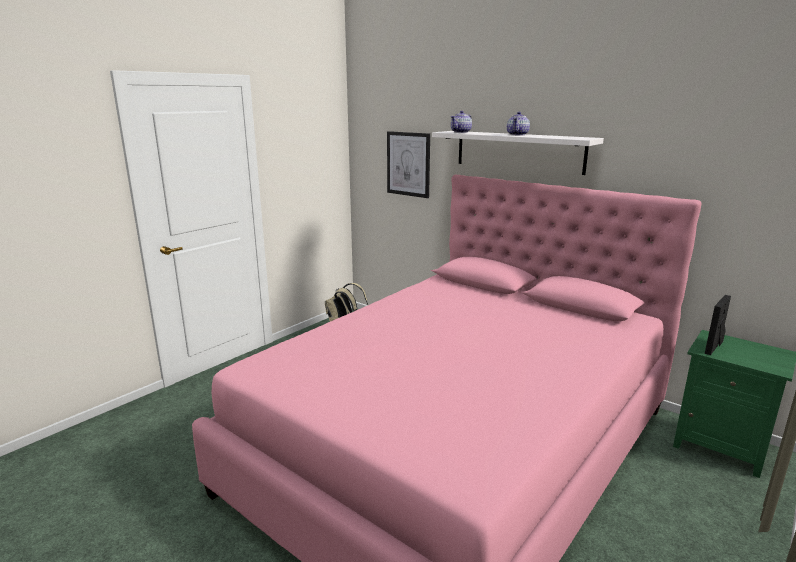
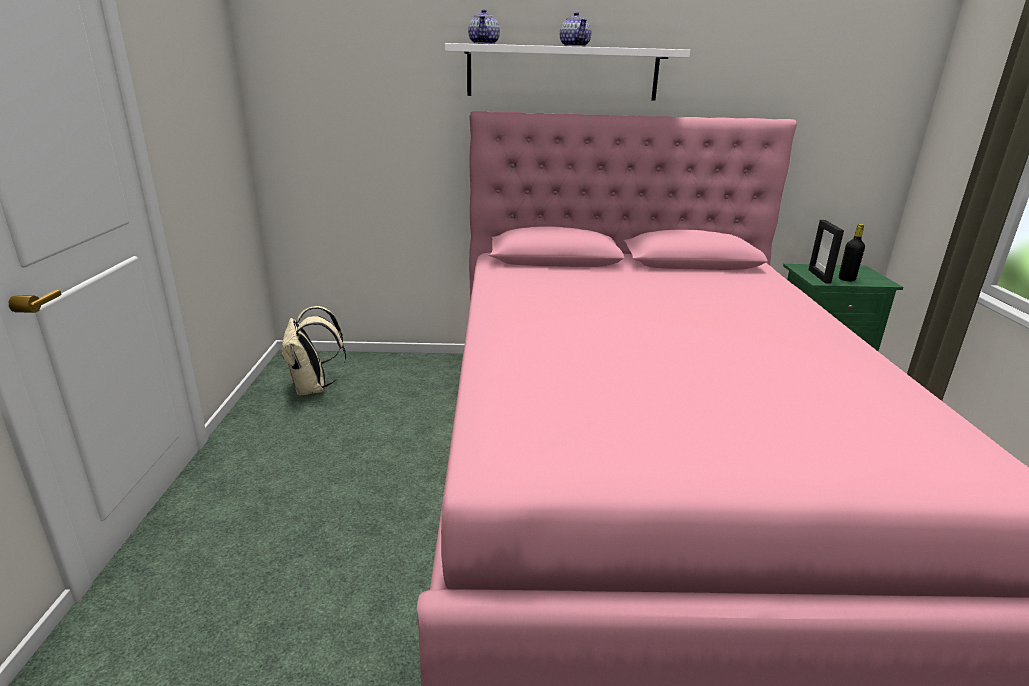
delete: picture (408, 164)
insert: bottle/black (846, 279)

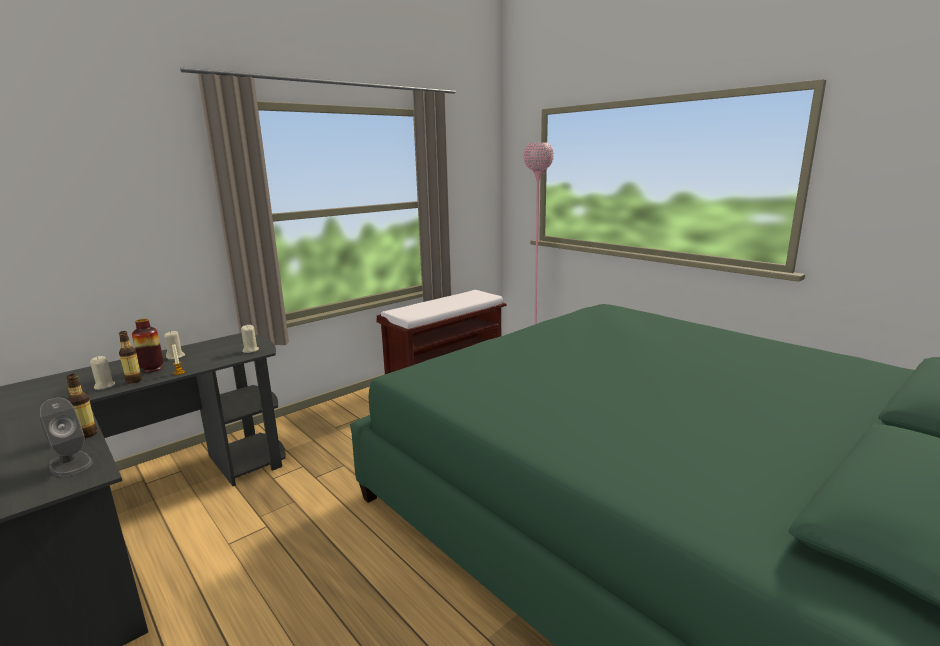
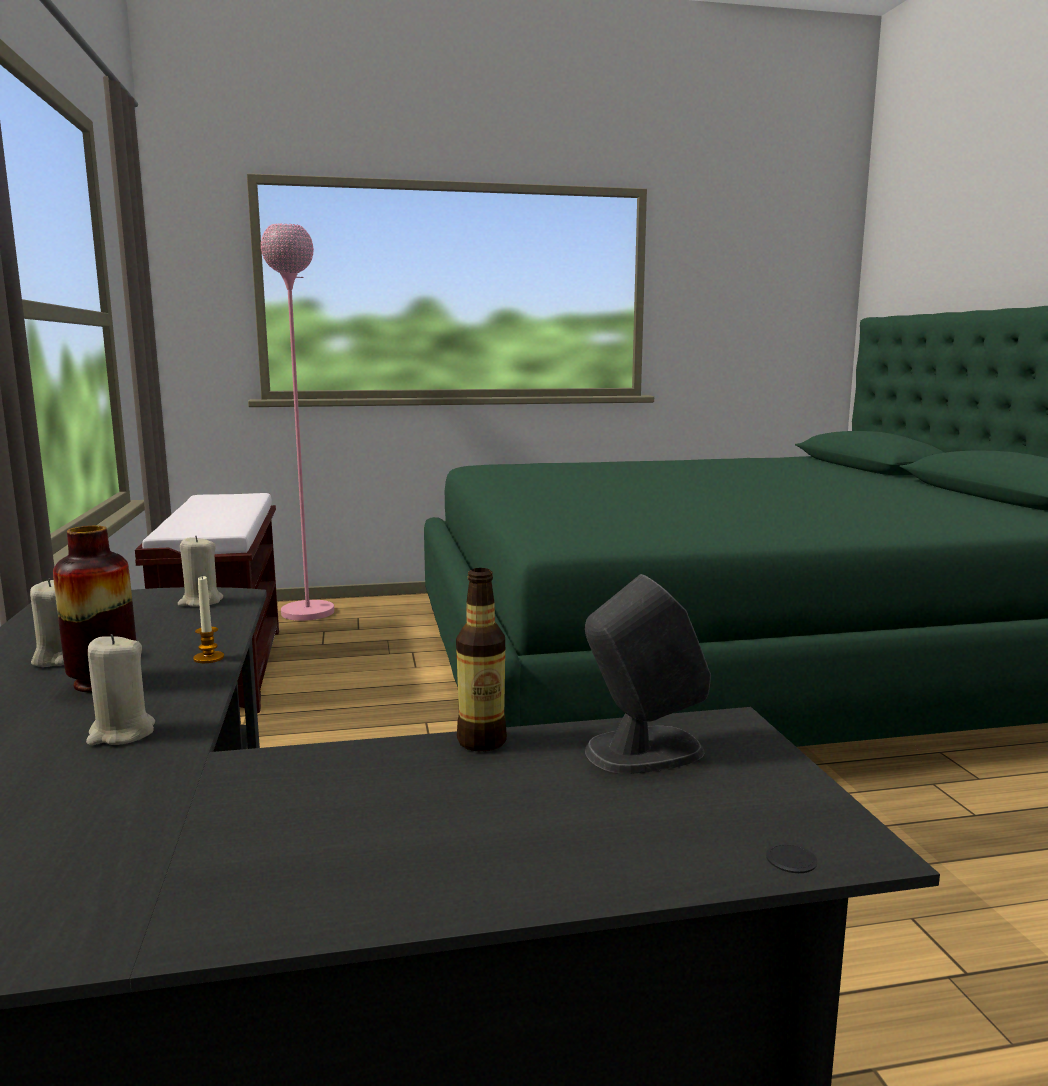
delete: bottle (134, 380)

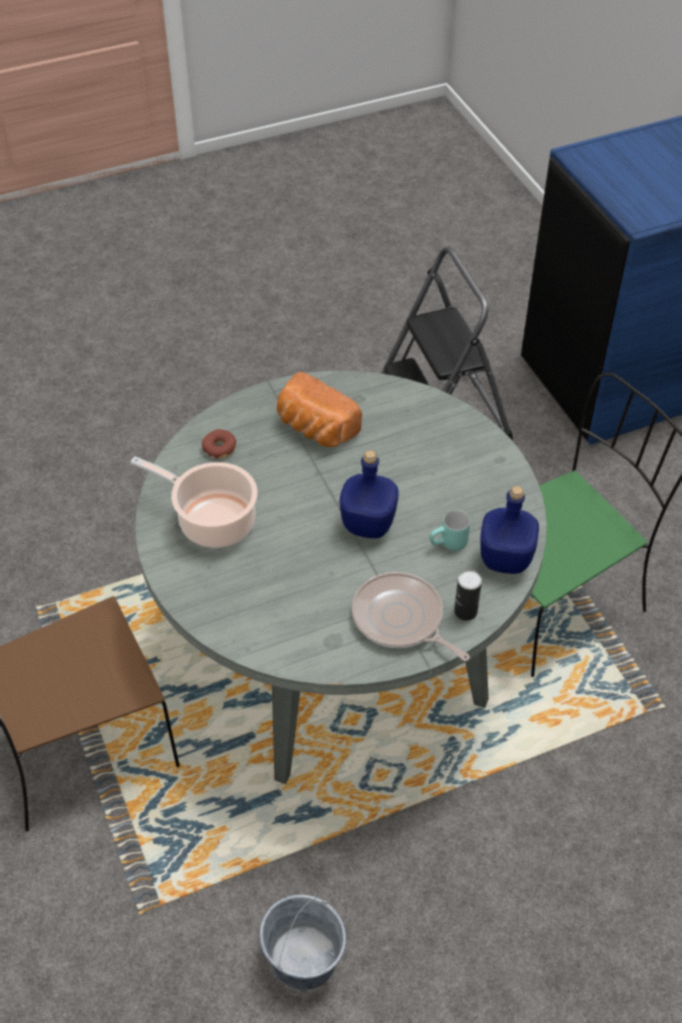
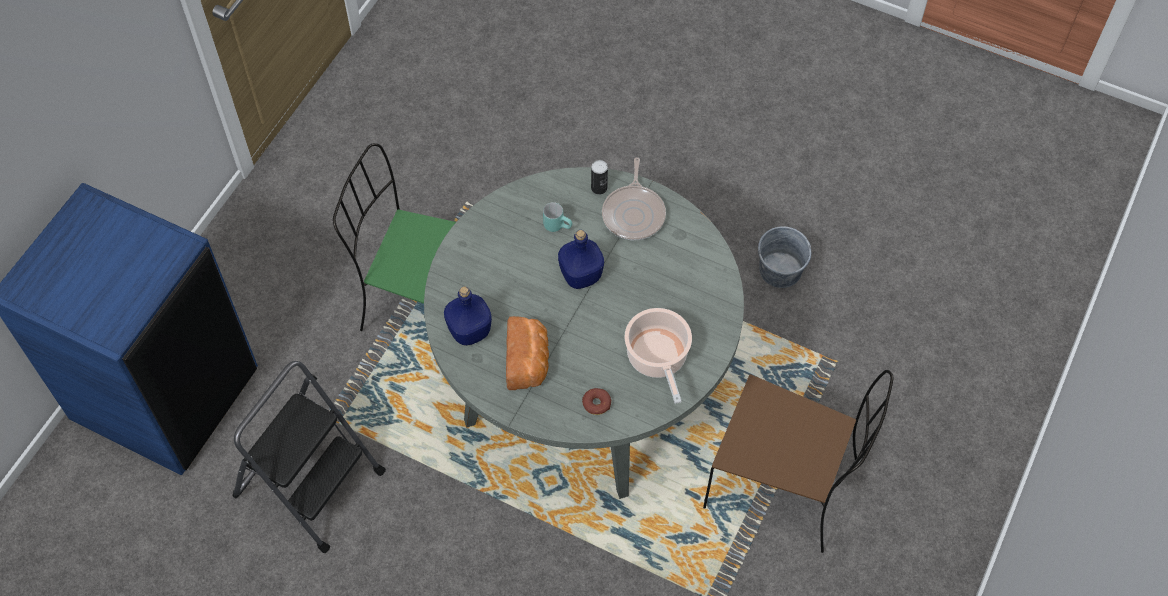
move: bottle/blue (505, 560) to (470, 330)

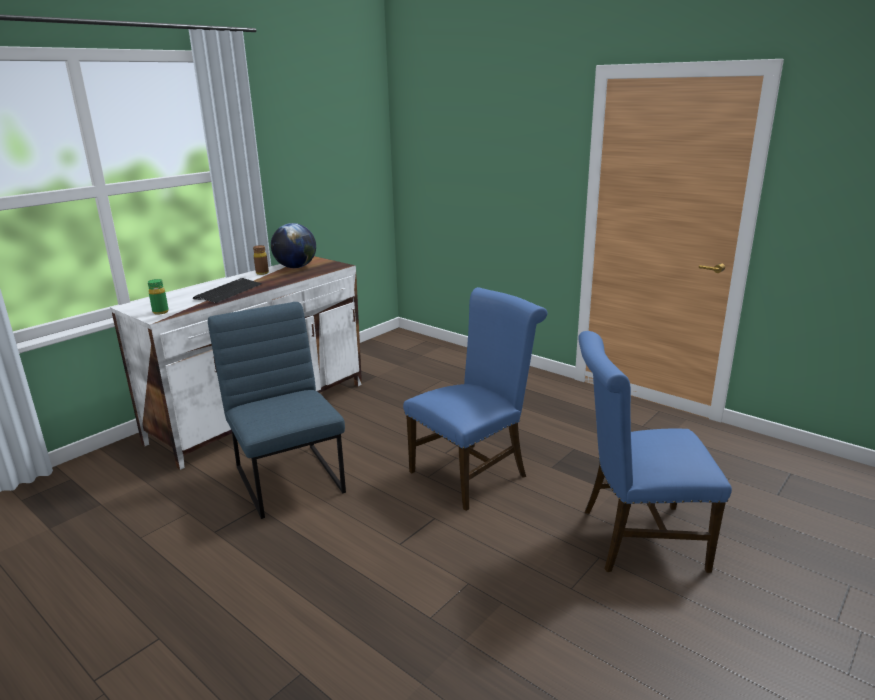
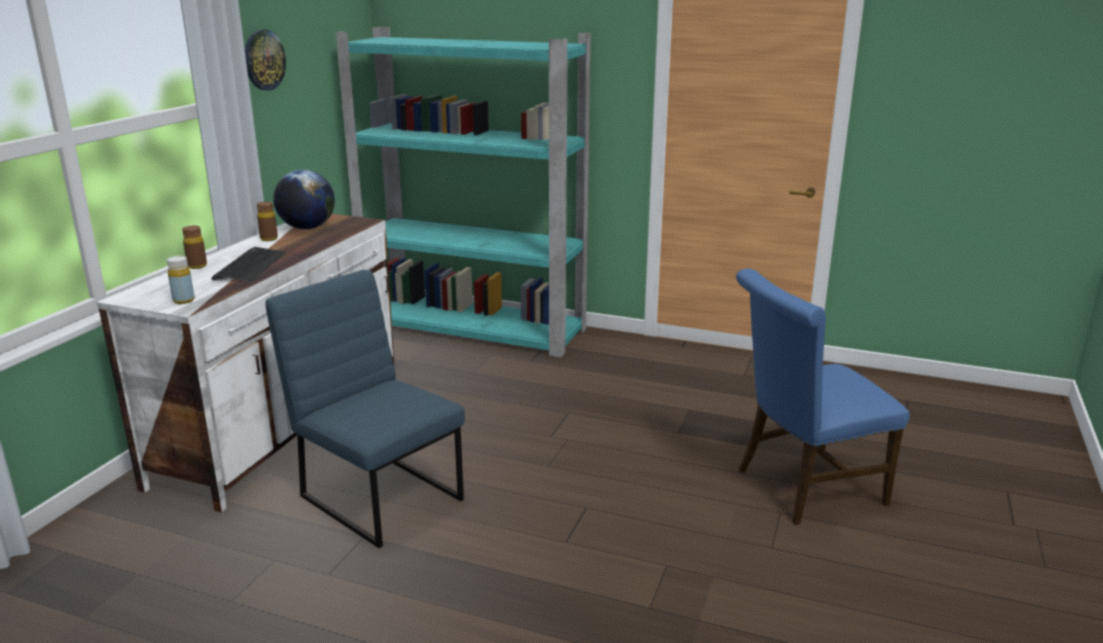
delete: chair/blue (473, 471)
insert: bottle/brown (197, 266); wall clock (263, 60); bookcase/turquoise (473, 327)
recolor: bottle/green (160, 312) to bottle/yellow (183, 300)

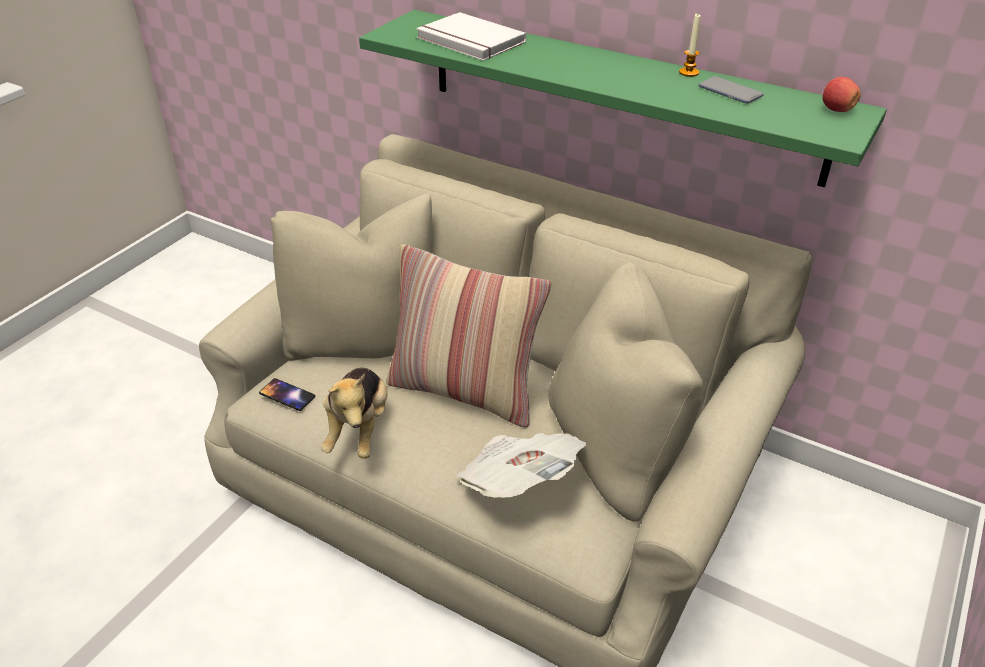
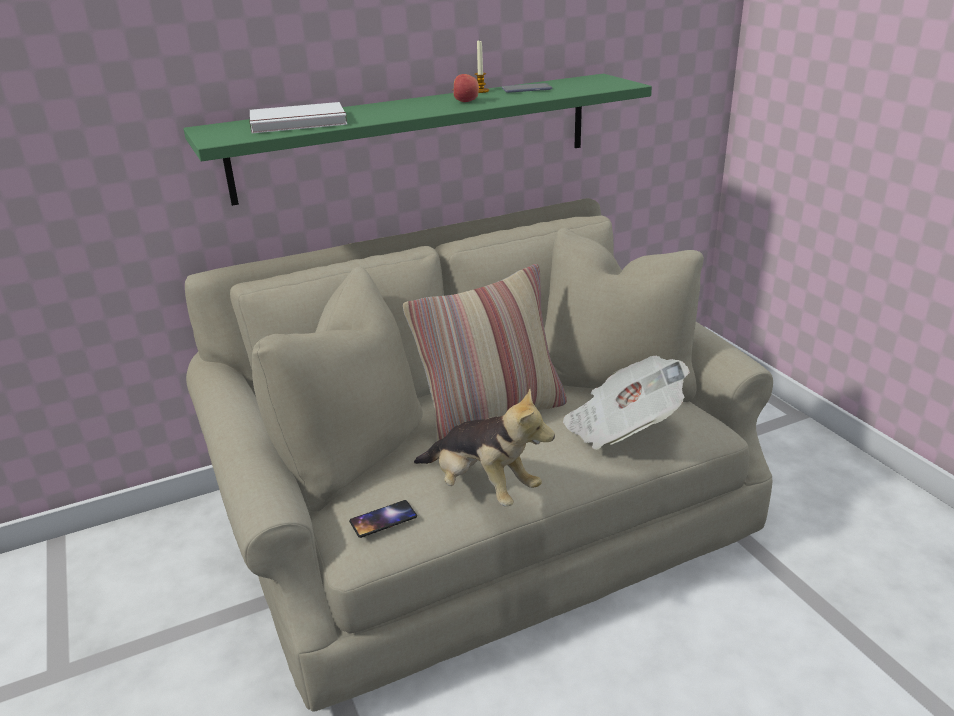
move: apple (837, 110) to (466, 101)

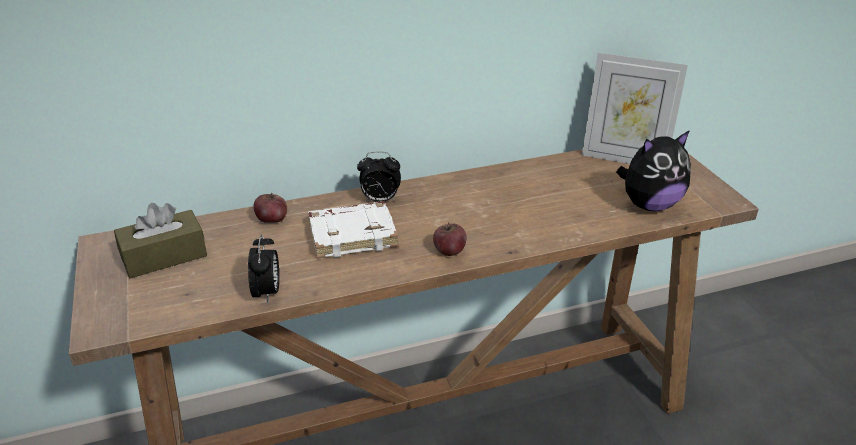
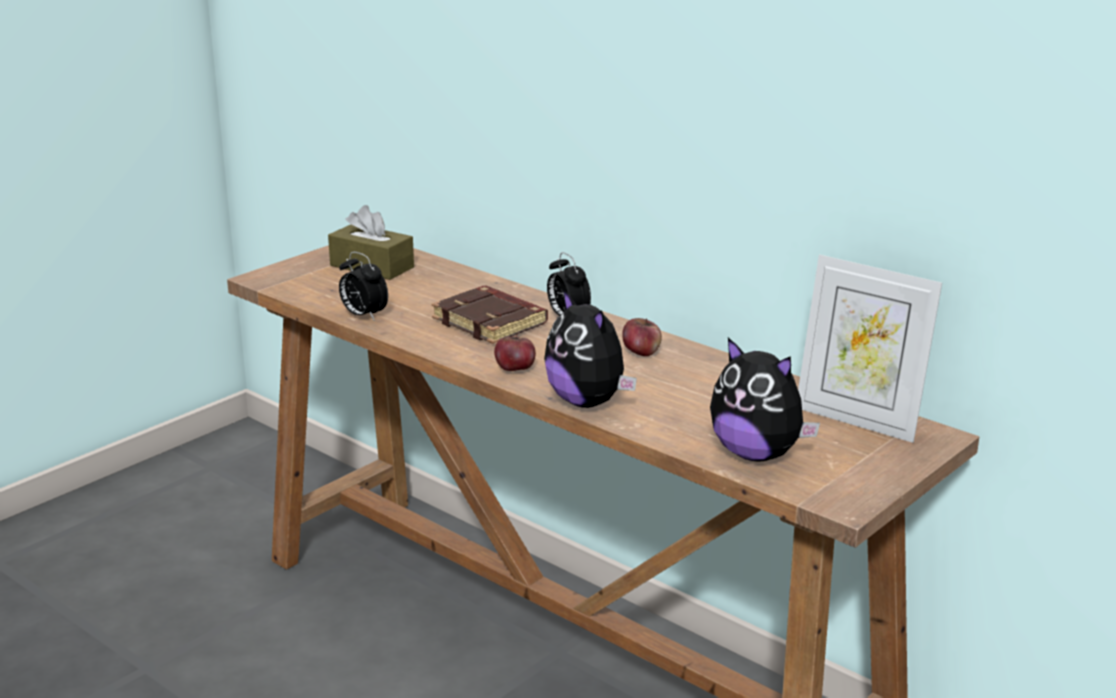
insert: plush toy (588, 402)
move: apple (272, 220) to (641, 352)
recolor: book/white (353, 234) to book/brown (491, 322)
rotate: alarm clock (267, 293) = (363, 316) 75 degrees clockwise; picture frame (624, 158) = (858, 420) 45 degrees counterclockwise

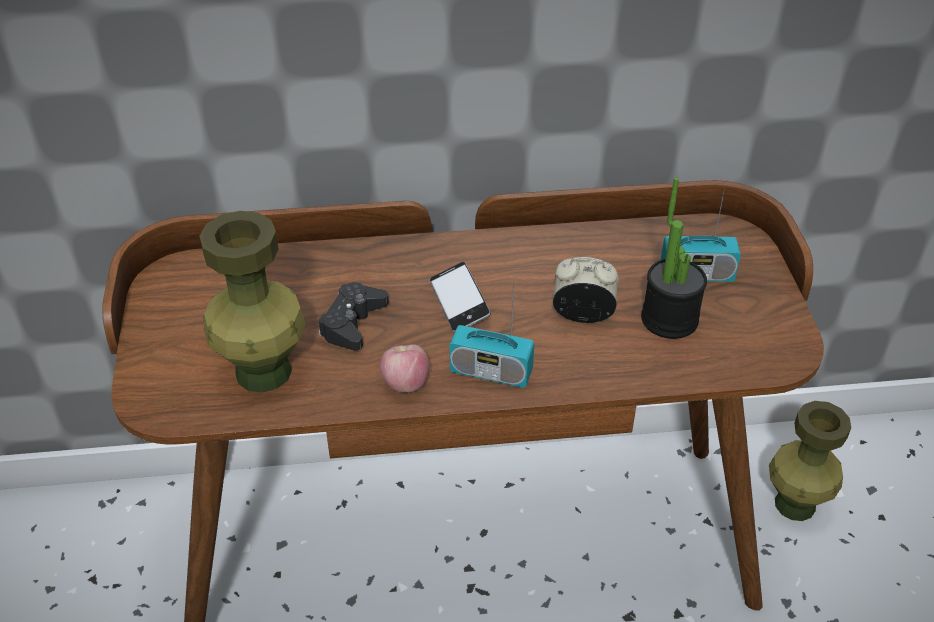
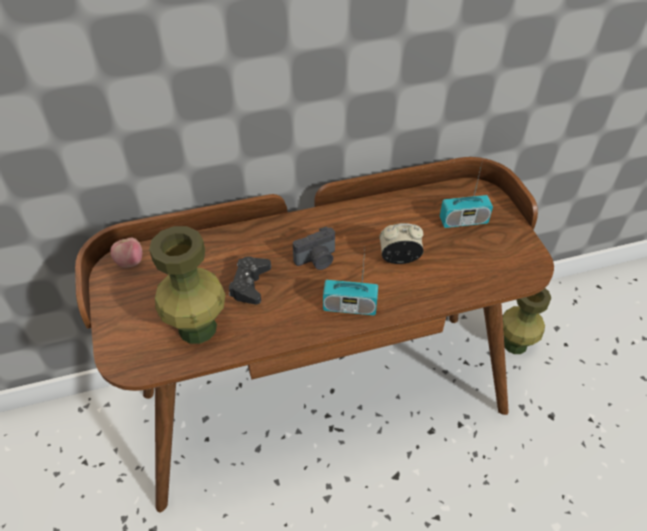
delete: potted plant (669, 319)
move: apple (405, 384) to (130, 262)
replace: phone (459, 302) to photo camera (317, 260)

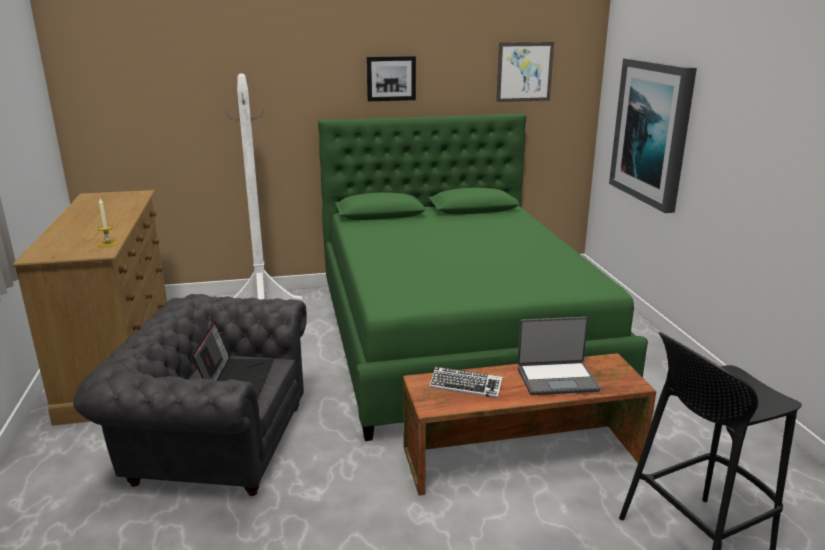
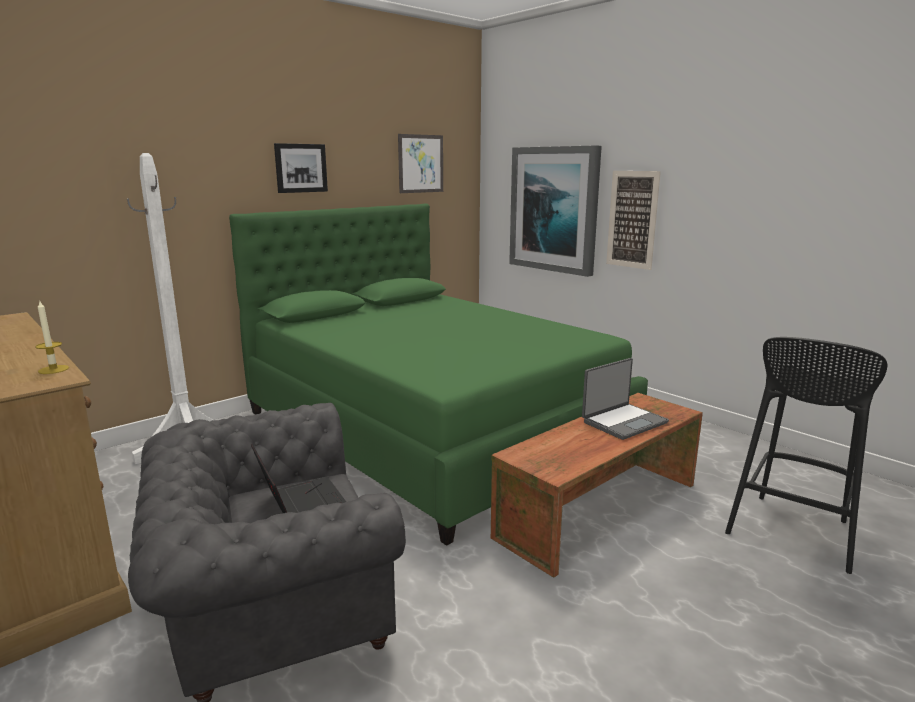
delete: keyboard (465, 386)
insert: picture (632, 219)

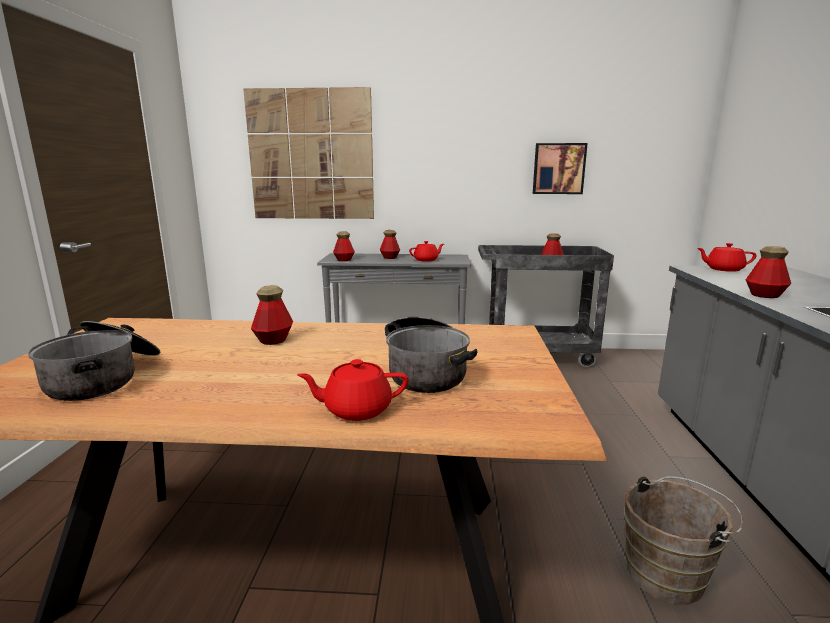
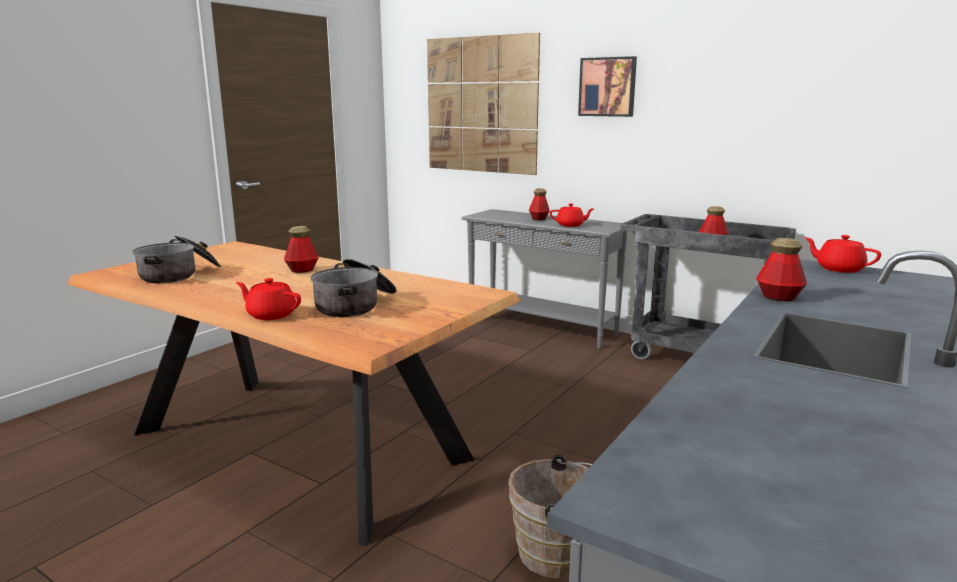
delete: bottle (344, 260)
move: picture (558, 168) to (607, 87)

